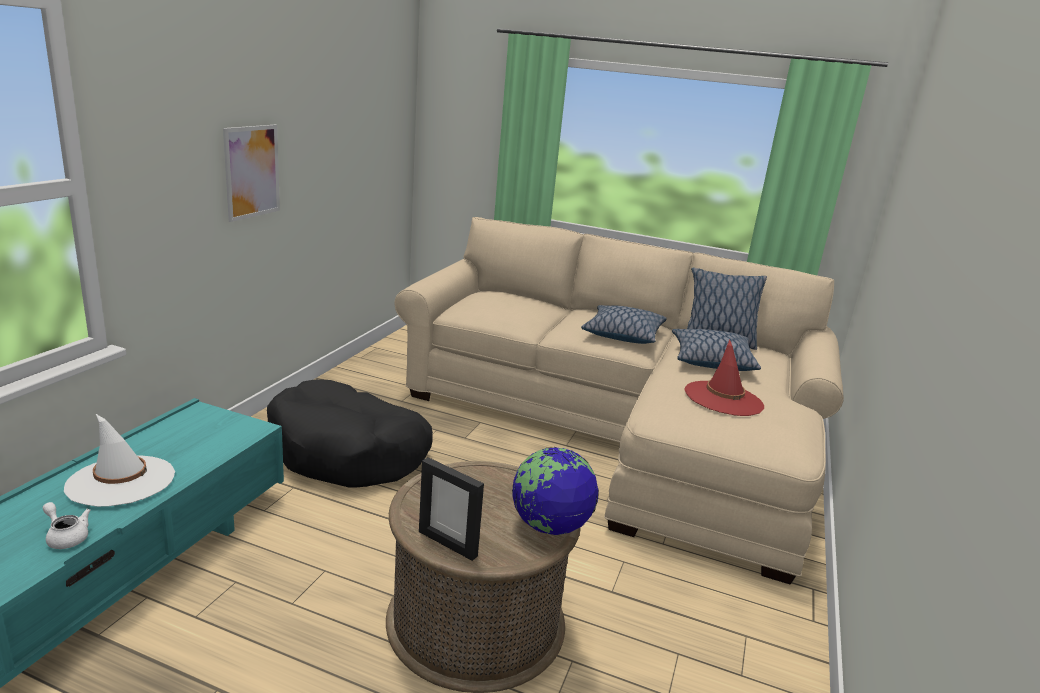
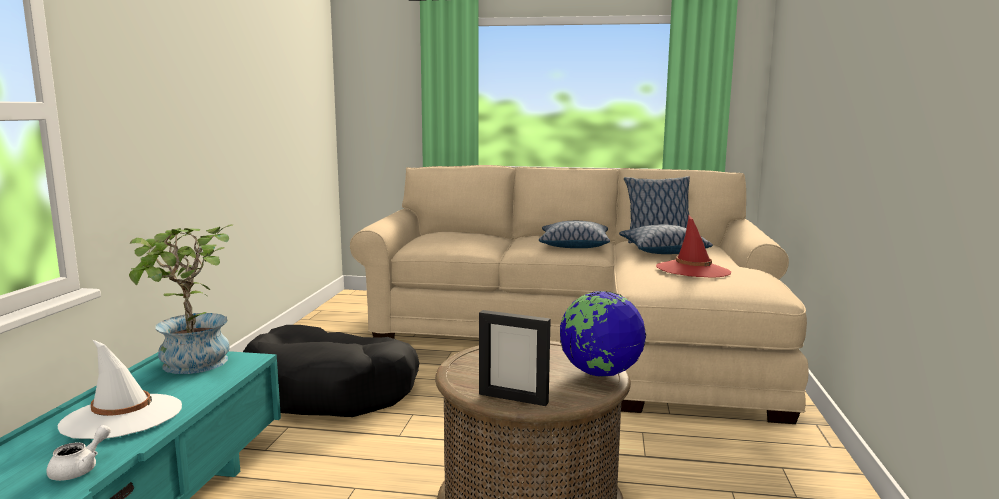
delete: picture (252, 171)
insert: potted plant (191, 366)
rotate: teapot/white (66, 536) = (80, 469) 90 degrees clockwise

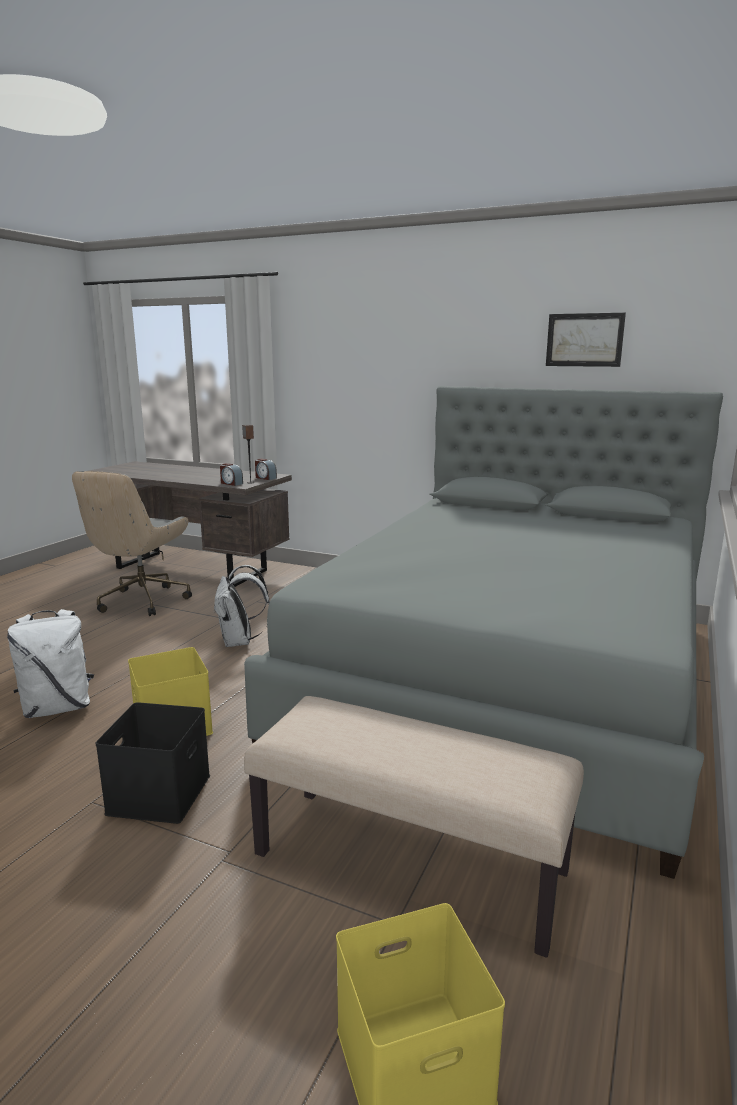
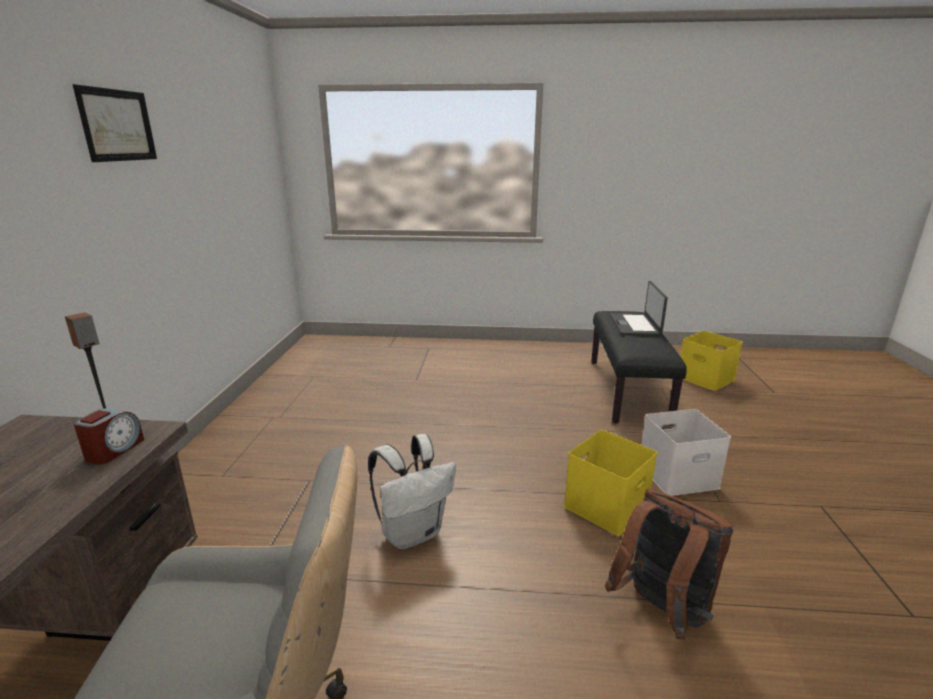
delete: bed/grey (512, 678); alarm clock (265, 478)
insert: laptop (635, 325)
move: picture (584, 340) to (117, 125)
recolor: bench/beige (411, 862) to bench/black (626, 390); backpack/white (58, 708) to backpack/brown (661, 611); storage box/black (160, 795) to storage box/white (678, 474)

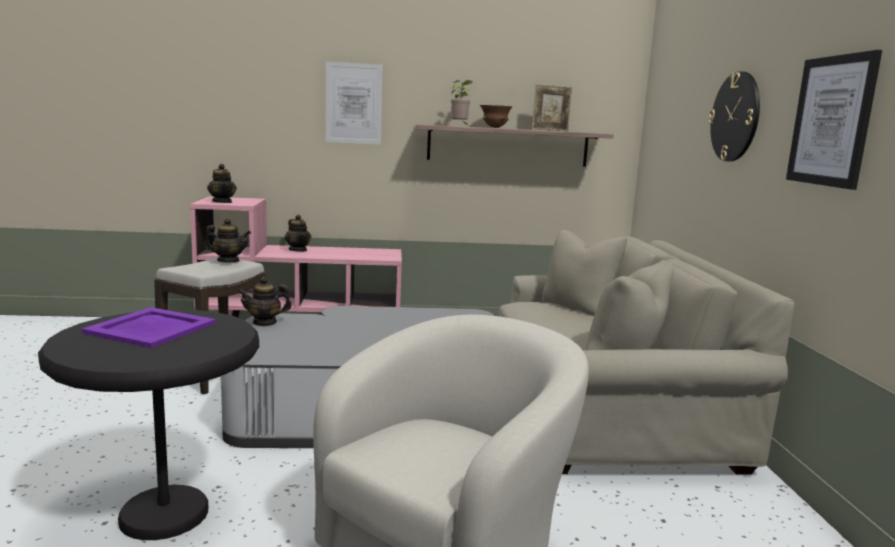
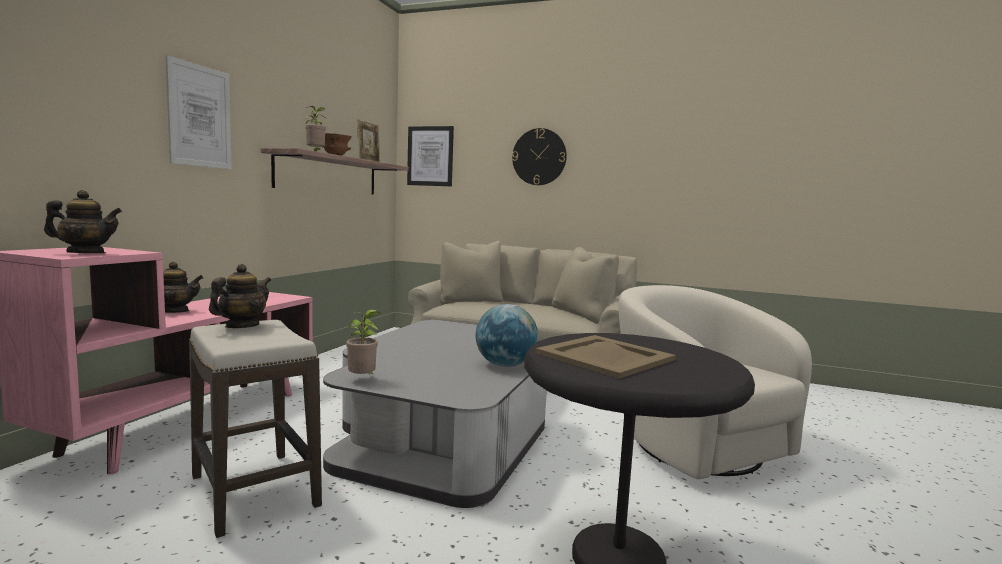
insert: globe (505, 365)
move: picture (831, 121) to (430, 156)
replace: teapot (265, 322) to potted plant (363, 380)
recolor: tray/purple (150, 328) to tray/beige (605, 357)

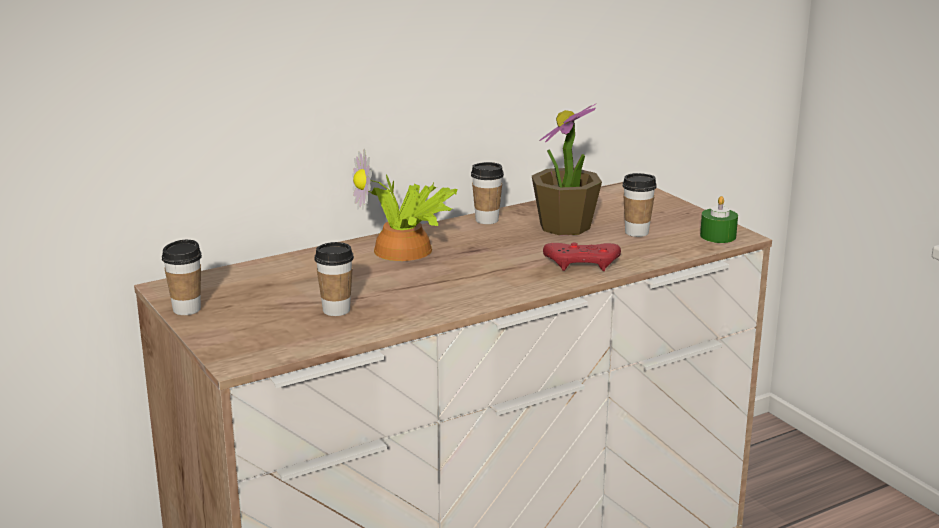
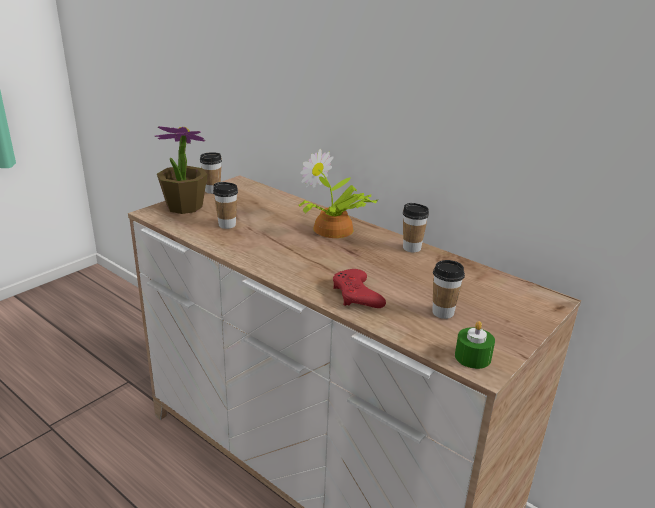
move: potted plant (565, 226) to (184, 206)

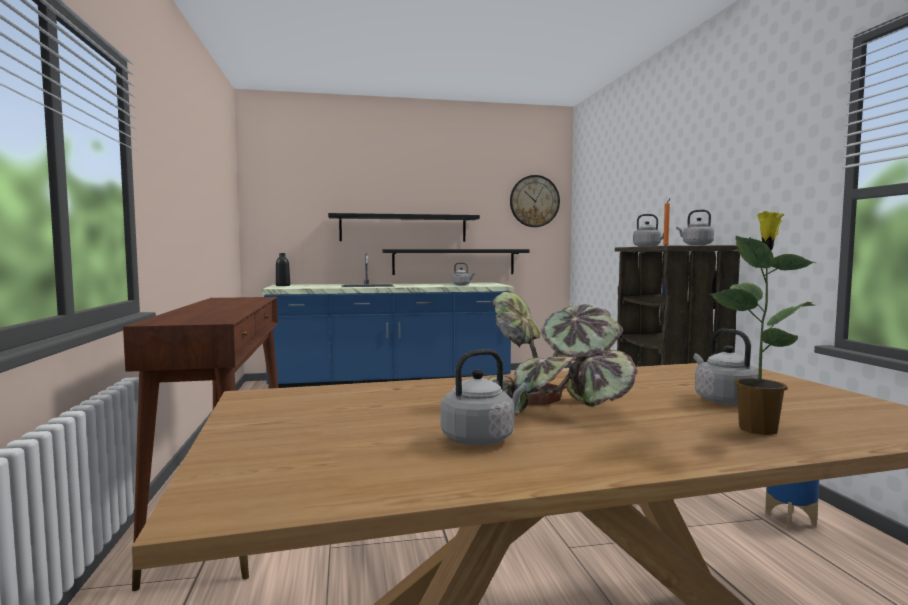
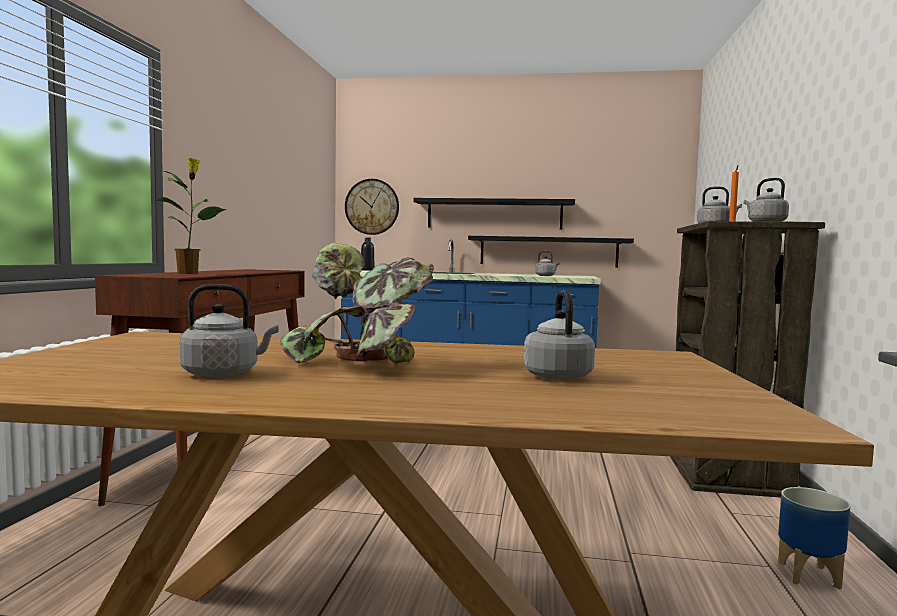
move: potted plant (758, 428) to (189, 273); wall clock (534, 201) to (372, 207)

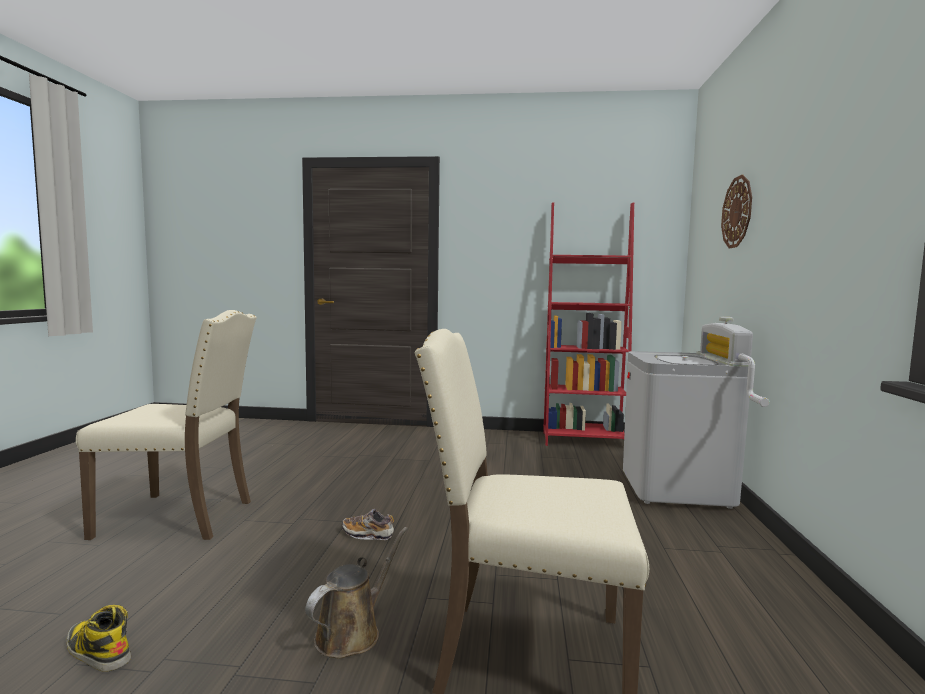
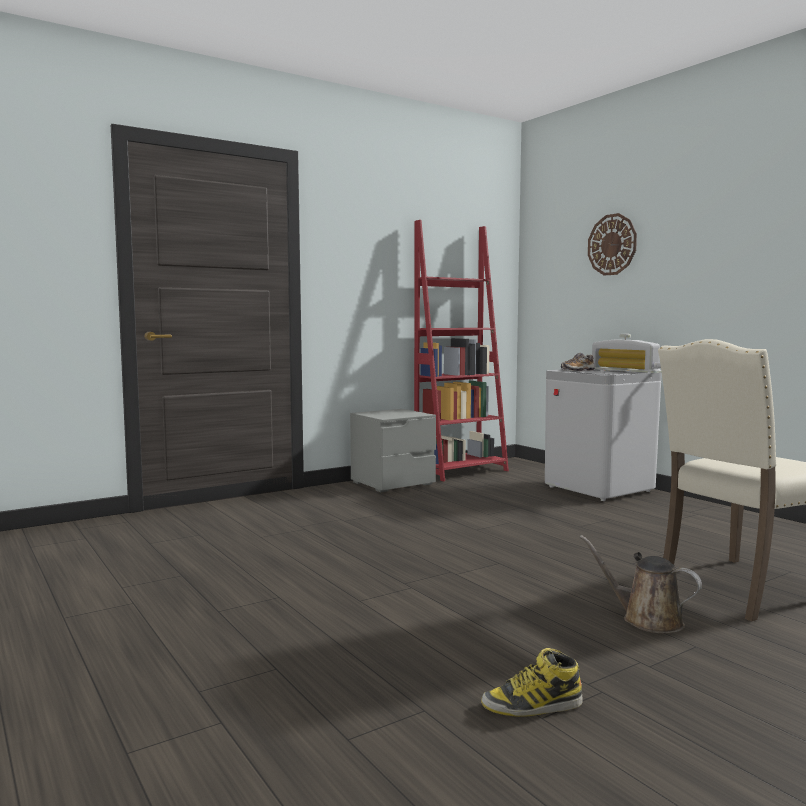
delete: chair/beige (180, 517)
insert: nightstand/grey (392, 483)
move: shoe (367, 534) to (577, 371)
rotate: watering can/brown (352, 633) = (646, 620) 45 degrees counterclockwise

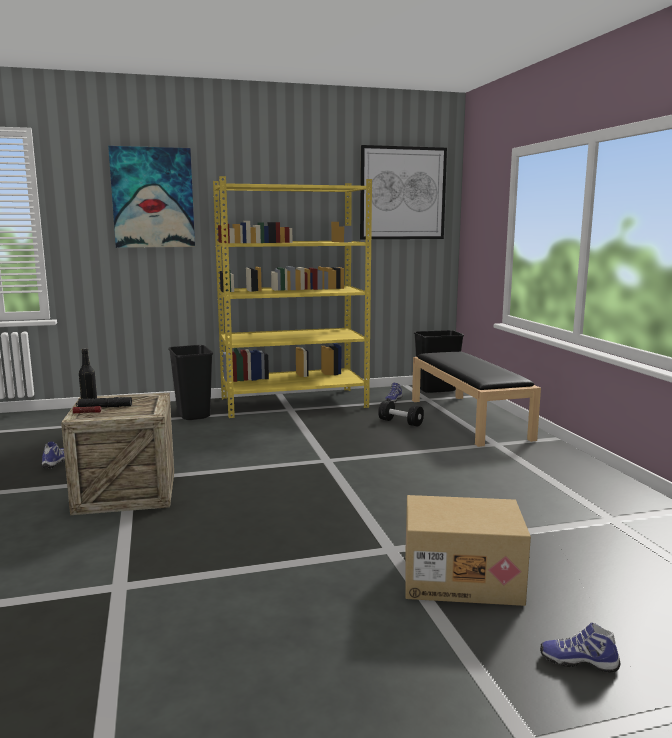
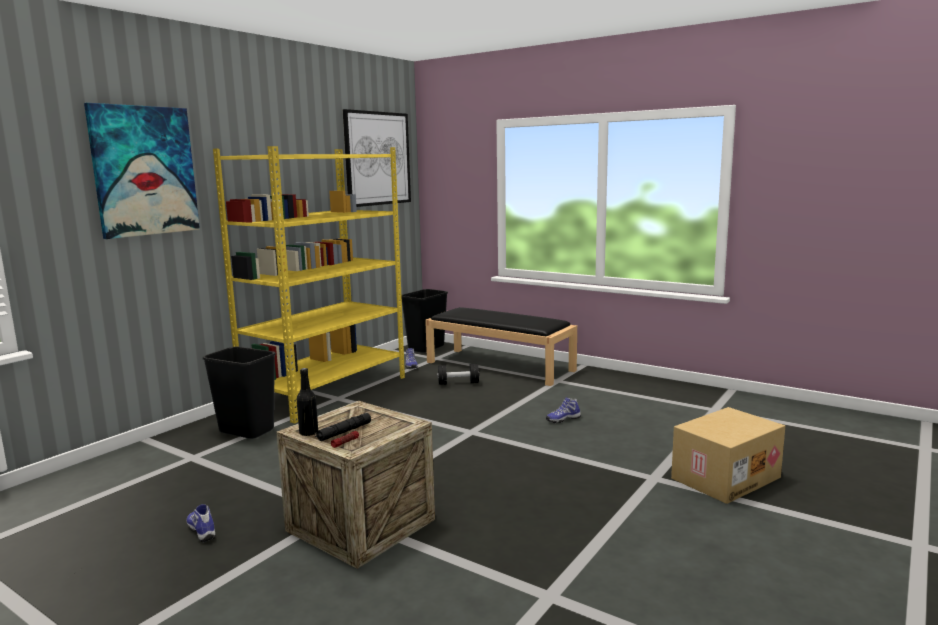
move: shoe (578, 661) to (563, 419)

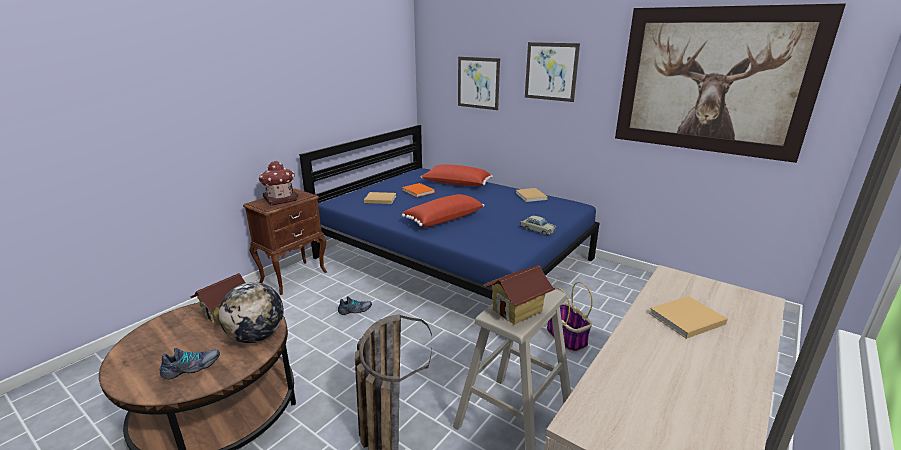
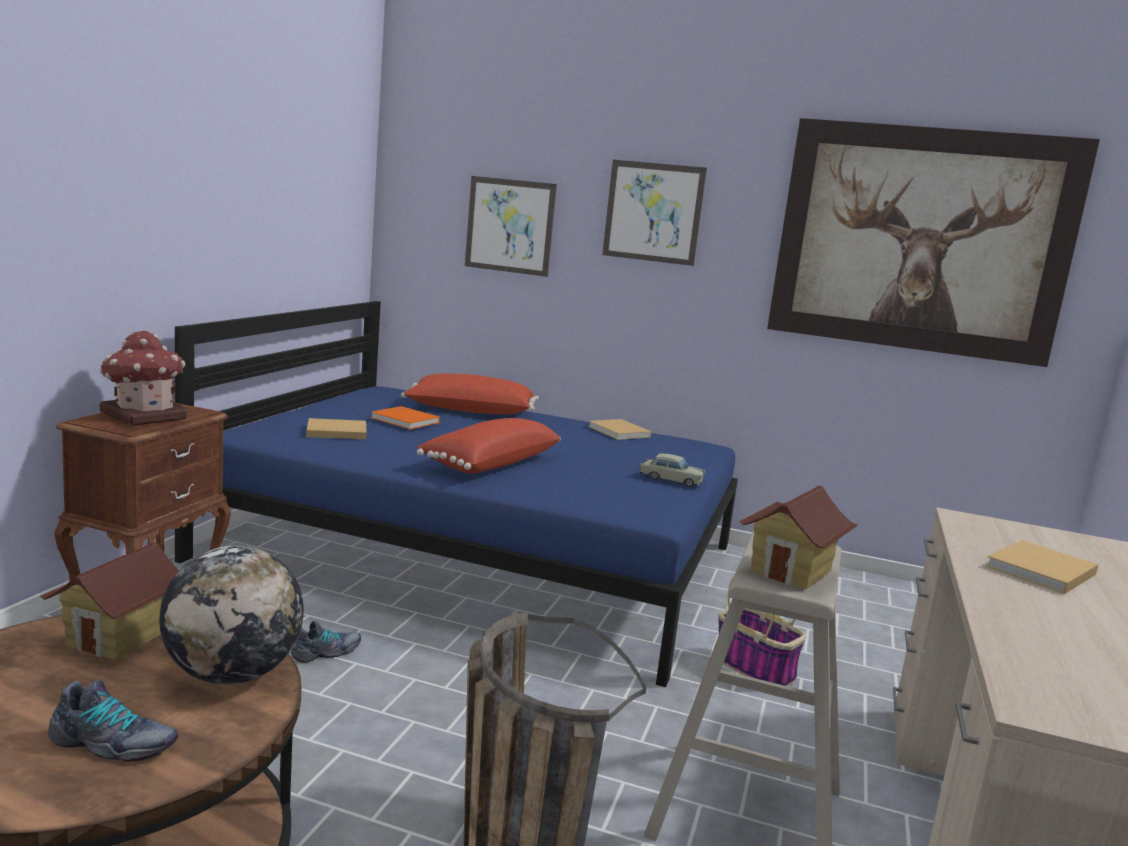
rotate: shoe (192, 367) = (112, 745) 60 degrees clockwise

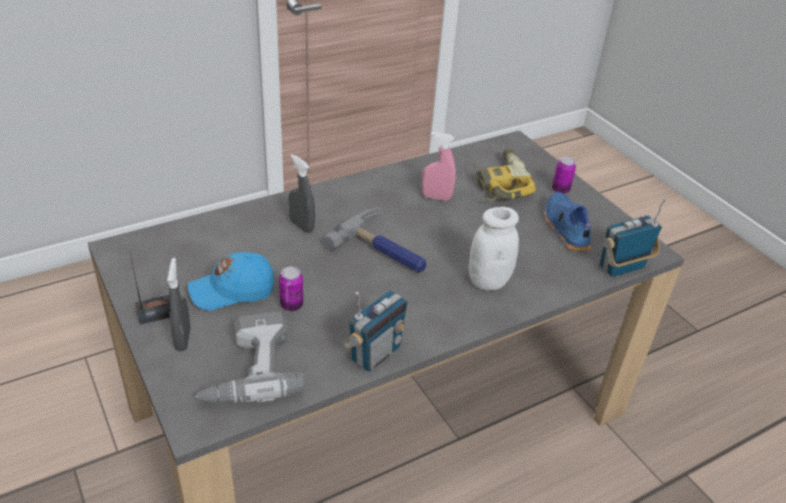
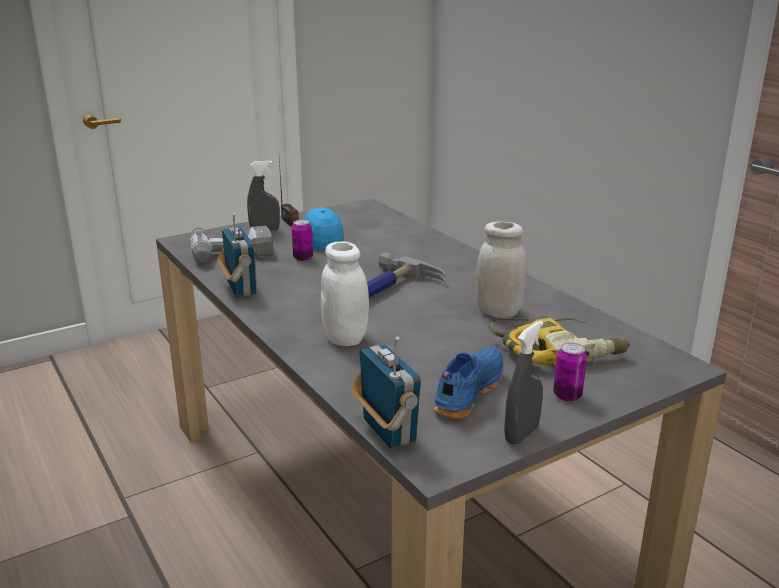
move: spray bottle/grey (301, 226) to (521, 435)
replace: spray bottle/pink (436, 197) to jar/white (498, 312)
rotate: radio (375, 354) = (240, 288) 150 degrees counterclockwise; shoe/blue (564, 229) = (467, 392) 45 degrees counterclockwise

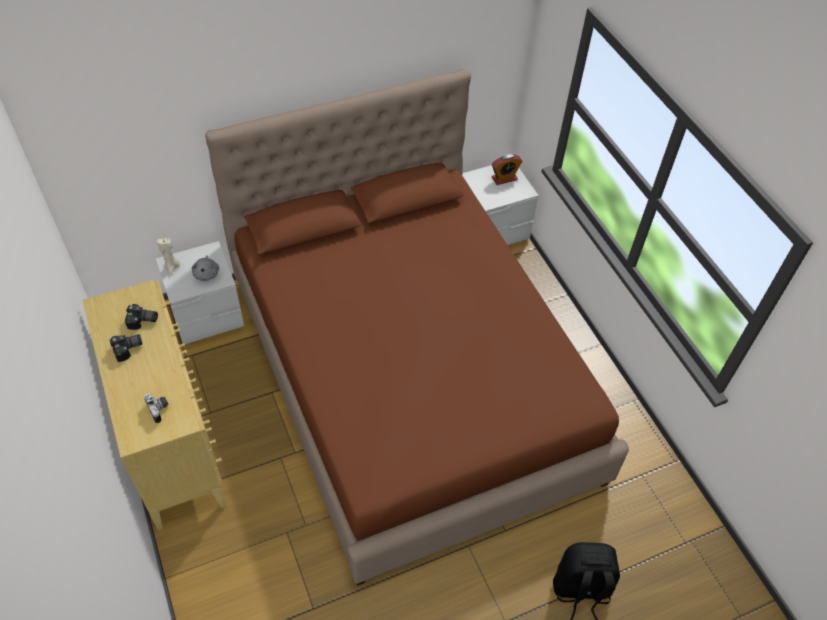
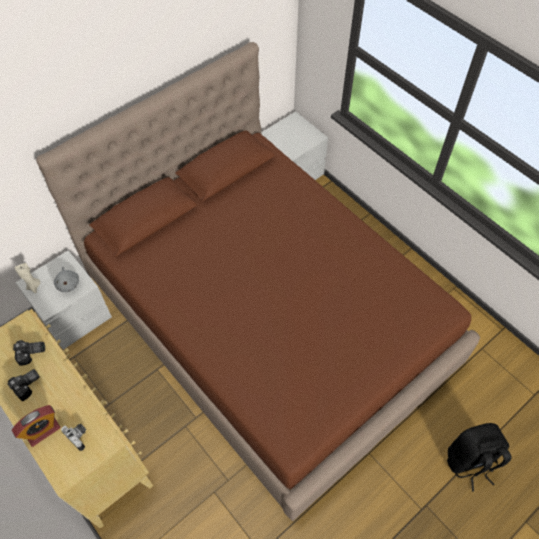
move: alarm clock (504, 178) to (42, 430)

